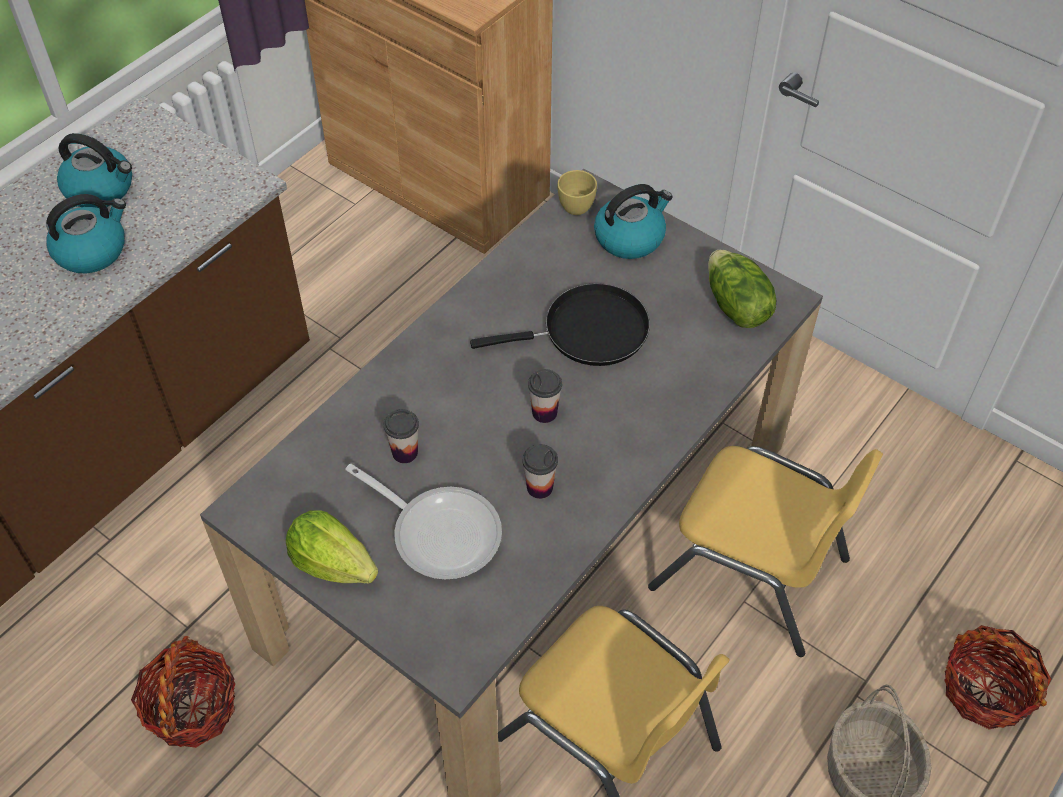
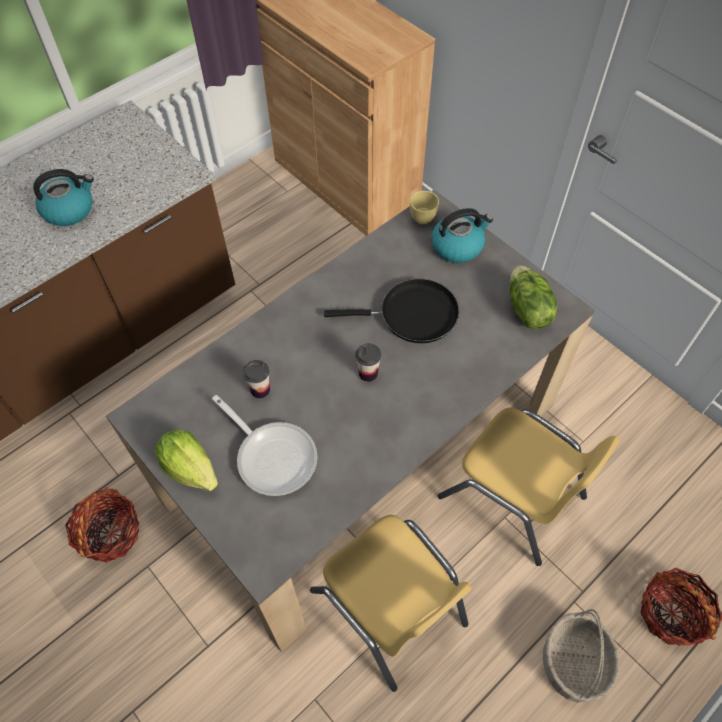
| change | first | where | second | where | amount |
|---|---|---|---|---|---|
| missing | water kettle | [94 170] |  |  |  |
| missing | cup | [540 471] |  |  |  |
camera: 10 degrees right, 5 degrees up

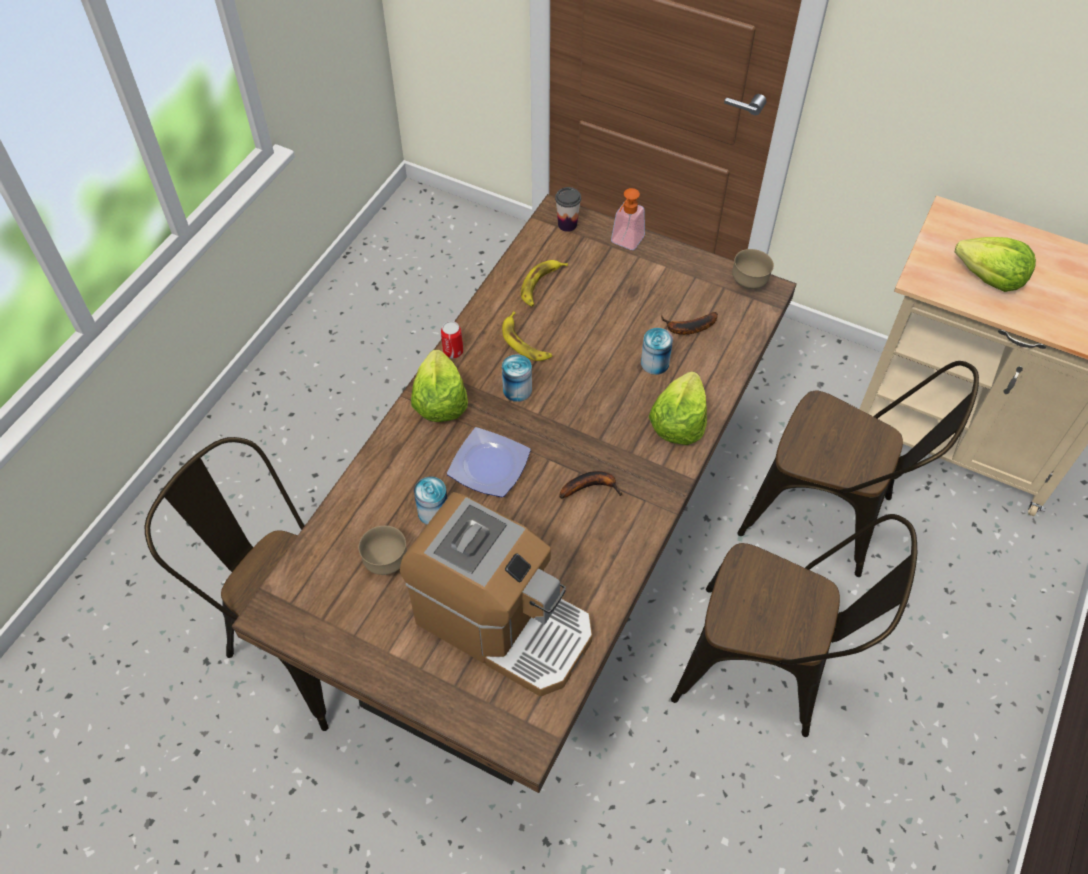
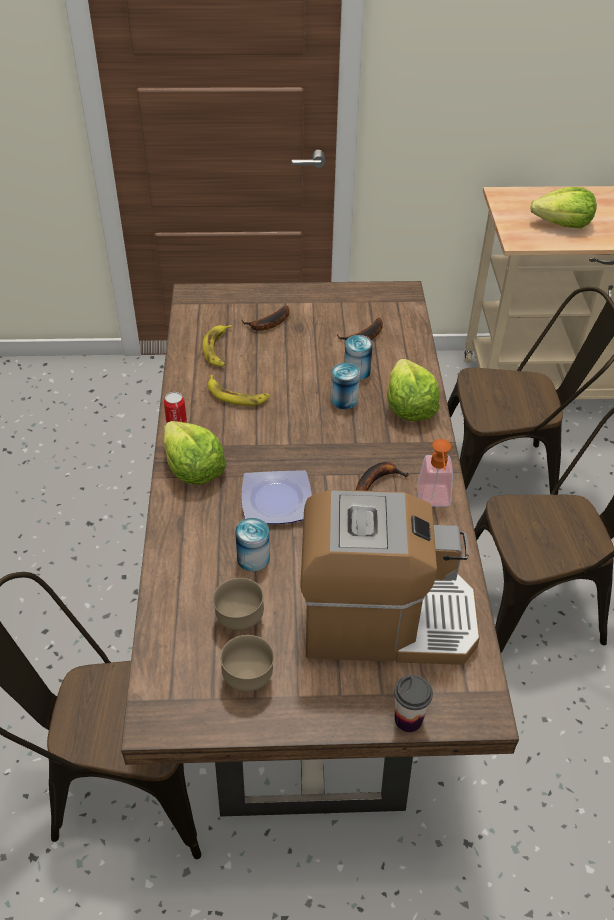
| change | first | where | second | where | amount |
|---|---|---|---|---|---|
| relocated | deep dish (brownish) | [753 269] |  | [247 663] |  |
| appeared |  |  | banana | [266 318] |  |
| relocated | metal can | [517 378] |  | [345 386] |  |
| relocated | cup | [568 209] |  | [413 703] |  |
| relocated | liquid soap bottle | [628 219] |  | [435 472] |  |
camera: 30 degrees left, 10 degrees down

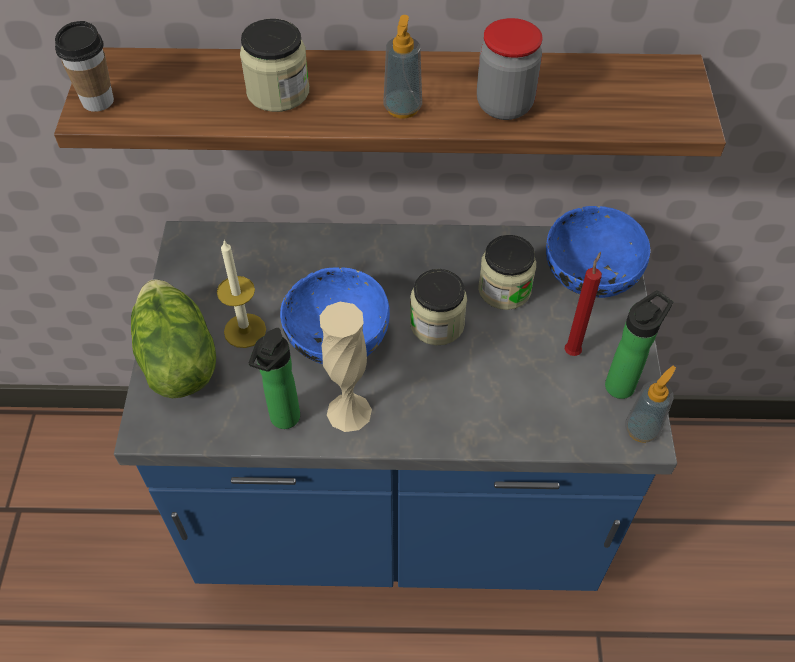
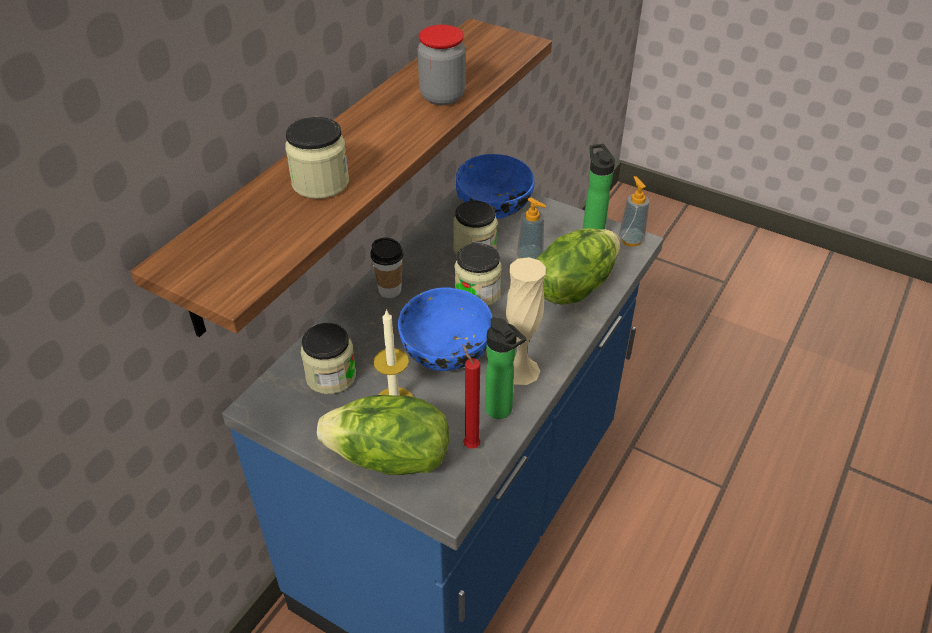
| change | first | where | second | where | amount |
|---|---|---|---|---|---|
| appeared |  |  | preserve jar | [328 358] |  |
| relocated | cup | [84 66] |  | [387 267] |  |
| relocated | wax light (red-coloured) | [583 304] |  | [471 396] |  |
| relocated | liquid soap bottle | [403 66] |  | [531 228] |  |
| appeared |  |  | lettuce head | [578 266] |  |
camera: 60 degrees left, 10 degrees down

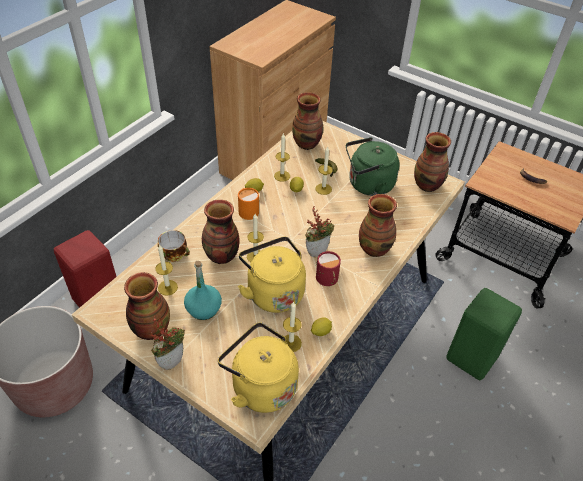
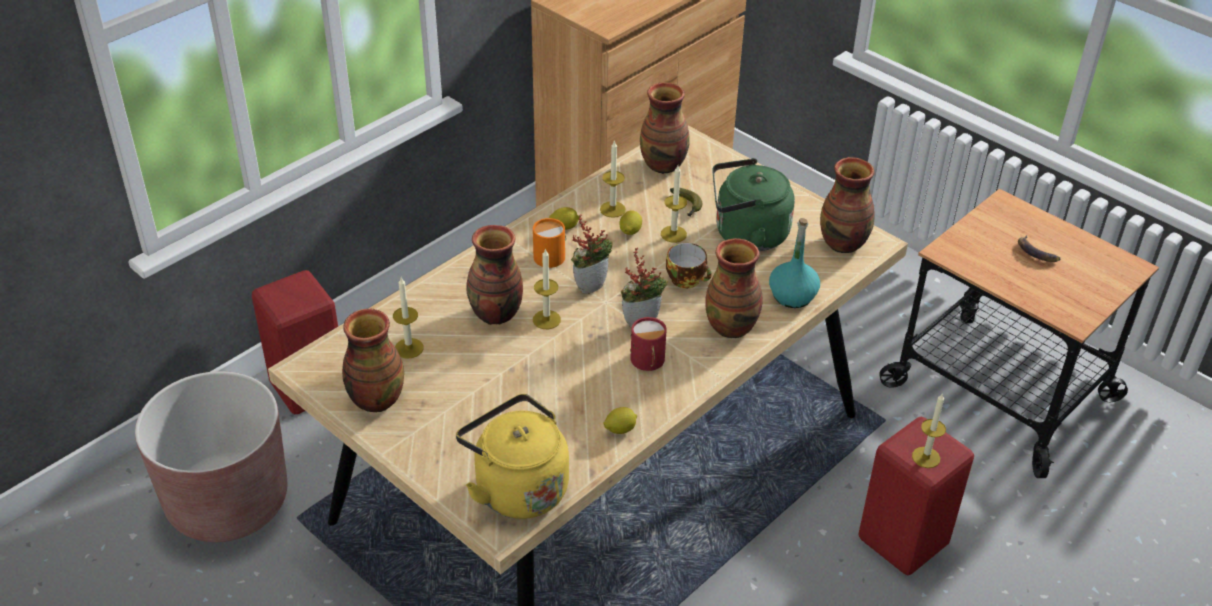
| change | first | where | second | where | amount |
|---|---|---|---|---|---|
| relocated | plant in a pot | [167 343] |  | [592 254] |  |
| relocated | cup | [174 246] |  | [689 266] |  |
| relocated | drink bottle (turquoise-coloured) | [203 290] |  | [794 263] |  |
| colour | sitting stool (greenish) | [484 334] | sitting stool (red-coloured) | [916 496] |  |
| relocated | wax light | [292 326] |  | [929 431] |  |
| missing | water kettle (yellow) | [272 275] |  |  |  |
camera: 10 degrees right, 5 degrees down

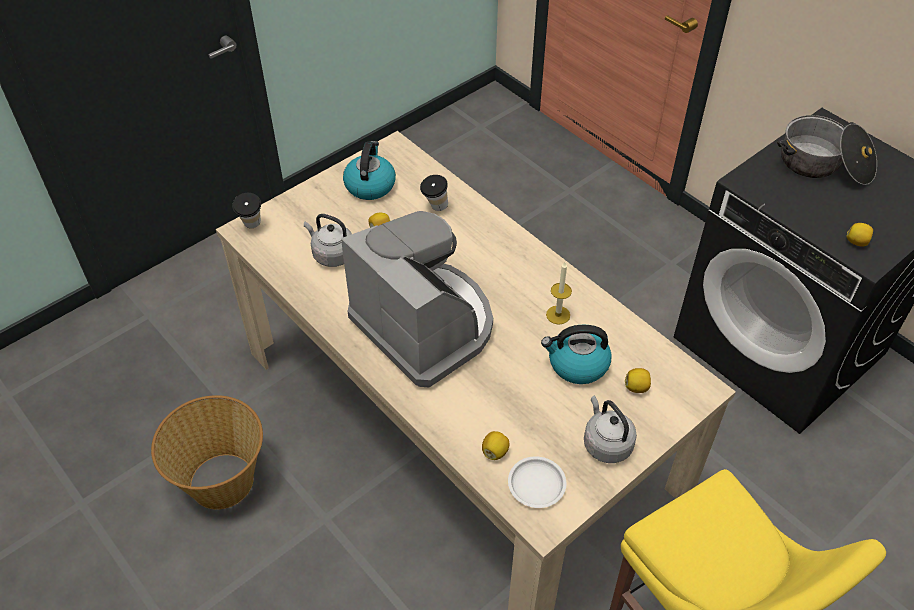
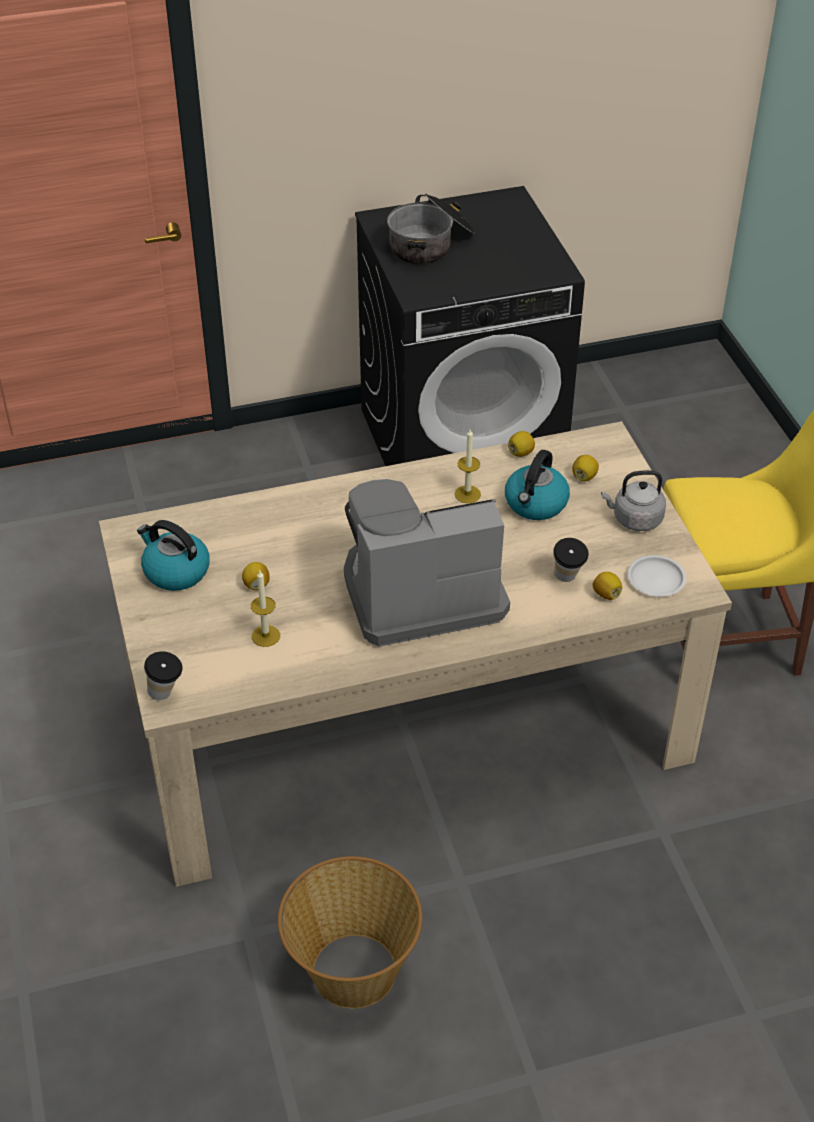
| change | first | where | second | where | amount |
|---|---|---|---|---|---|
| exchanged | water kettle (greyish) | [328 240] | wax light | [265 609] |  |
| relocated | citrus fruit | [860 235] |  | [521 444] |  |
| relocated | cup | [434 193] |  | [571 560] |  |
camera: 65 degrees left, 5 degrees down

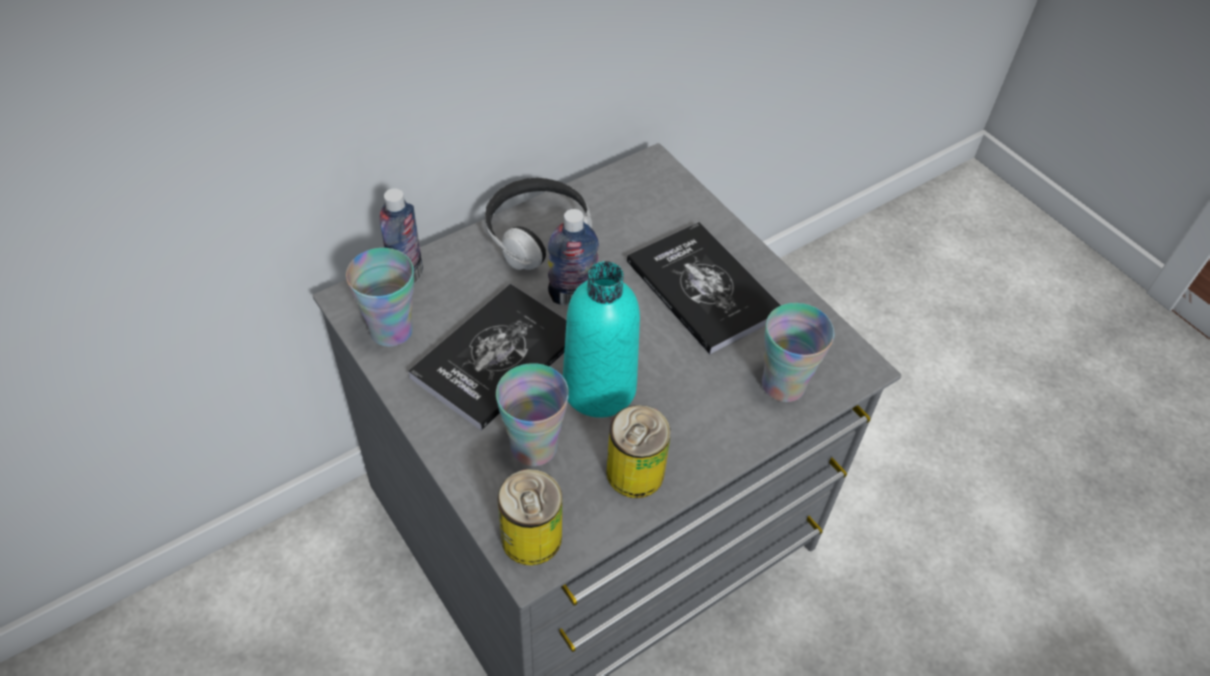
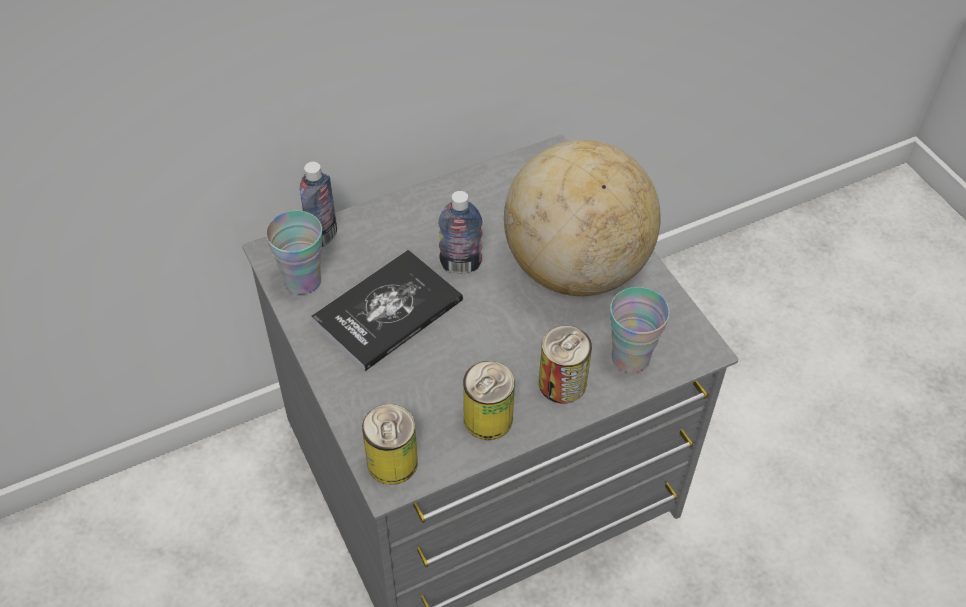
| change | first | where | second | where | amount |
|---|---|---|---|---|---|
| exchanged | bound book | [704 288] | globe | [582 218] |  |
| appeared |  |  | metal can | [565 364] |  |
| missing | headset | [538 224] |  |  |  |
| missing | cup | [532 414] |  |  |  |
| missing | drink bottle (turquoise-coloured) | [601 339] |  |  |  |
camera: 10 degrees right, 0 degrees up

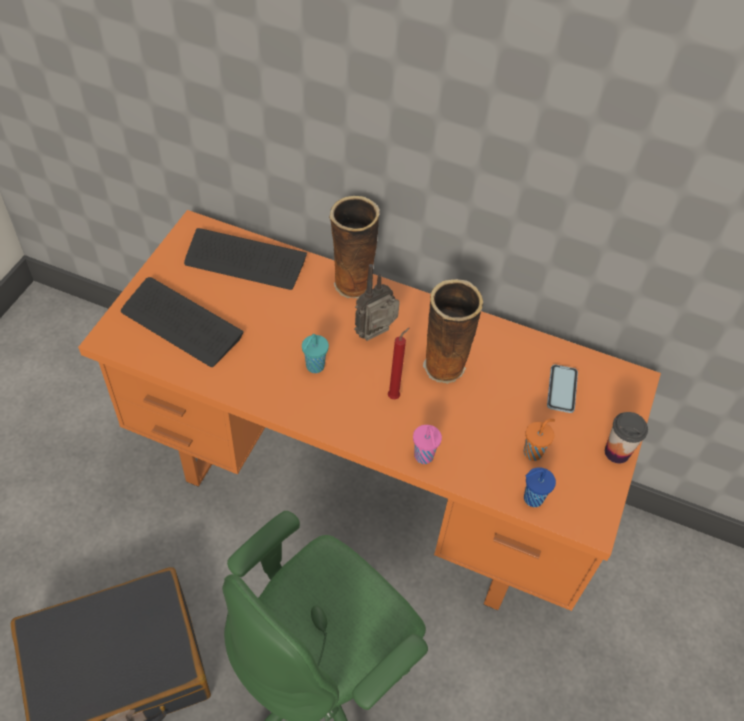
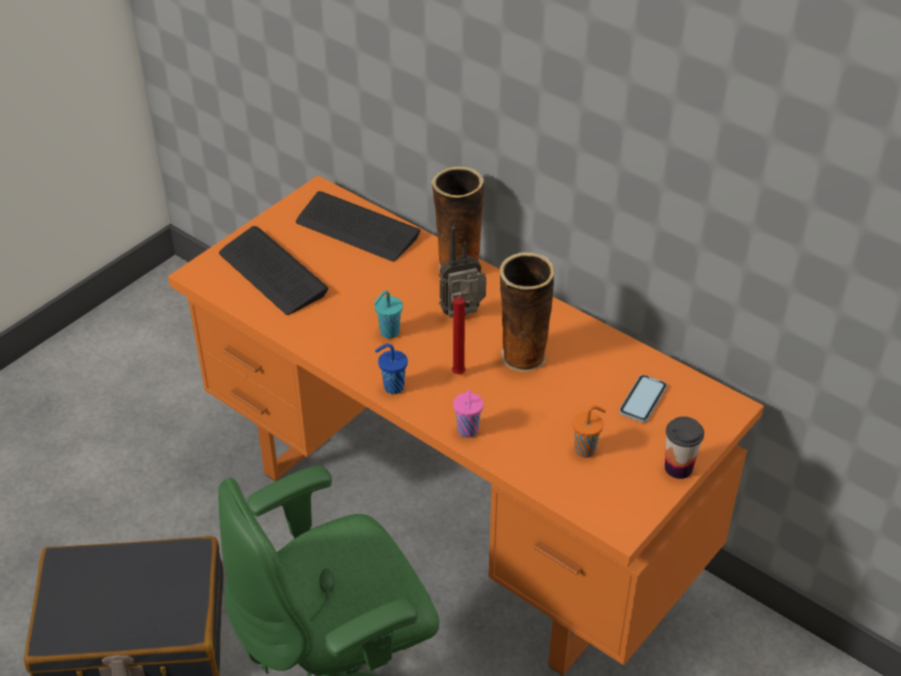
| change | first | where | second | where | amount |
|---|---|---|---|---|---|
| relocated | cup (blue-coloured) | [540 487] |  | [391 369] |  |
camera: 20 degrees right, 10 degrees down

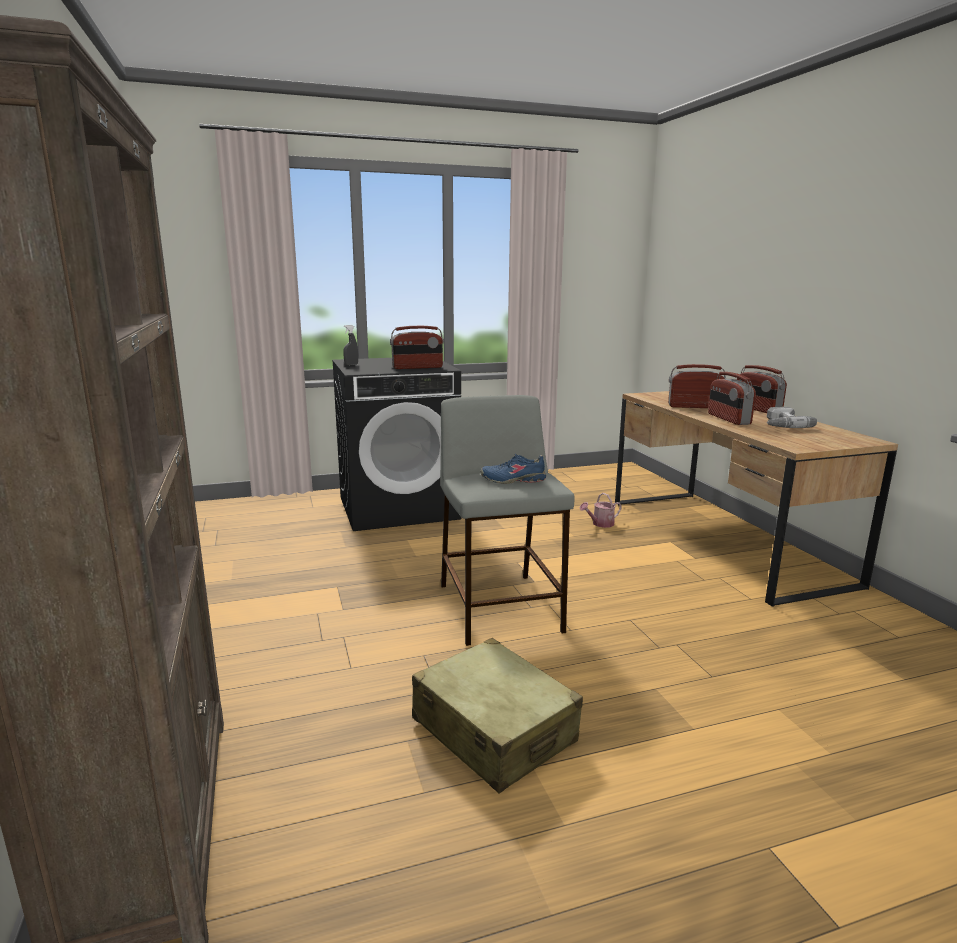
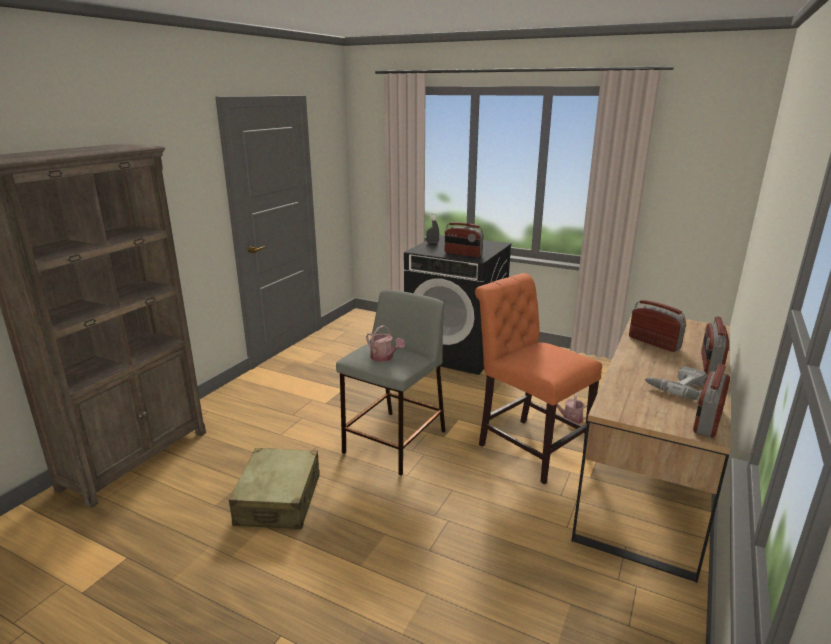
| change | first | where | second | where | amount |
|---|---|---|---|---|---|
| exchanged | low shoe (blue-coloured) | [513 469] | watering pot | [385 343] |  |
| appeared |  |  | upright chair (orangey) | [538 378] |  |
| relocated | radio set | [732 398] |  | [711 401] |  |
camera: 45 degrees right, 5 degrees up

